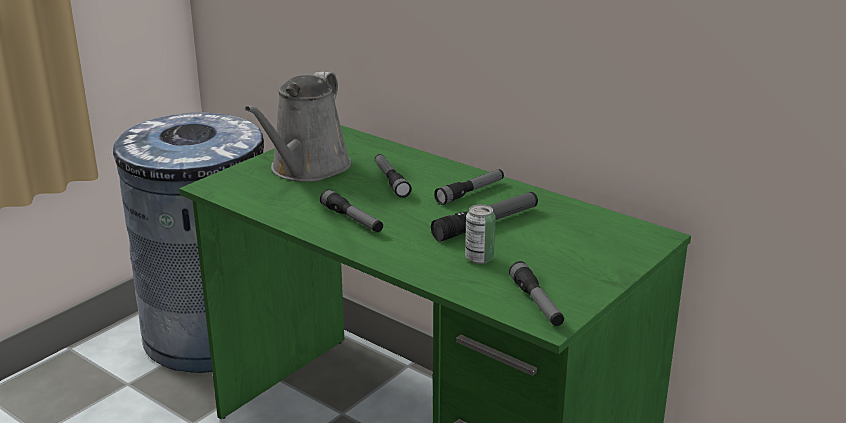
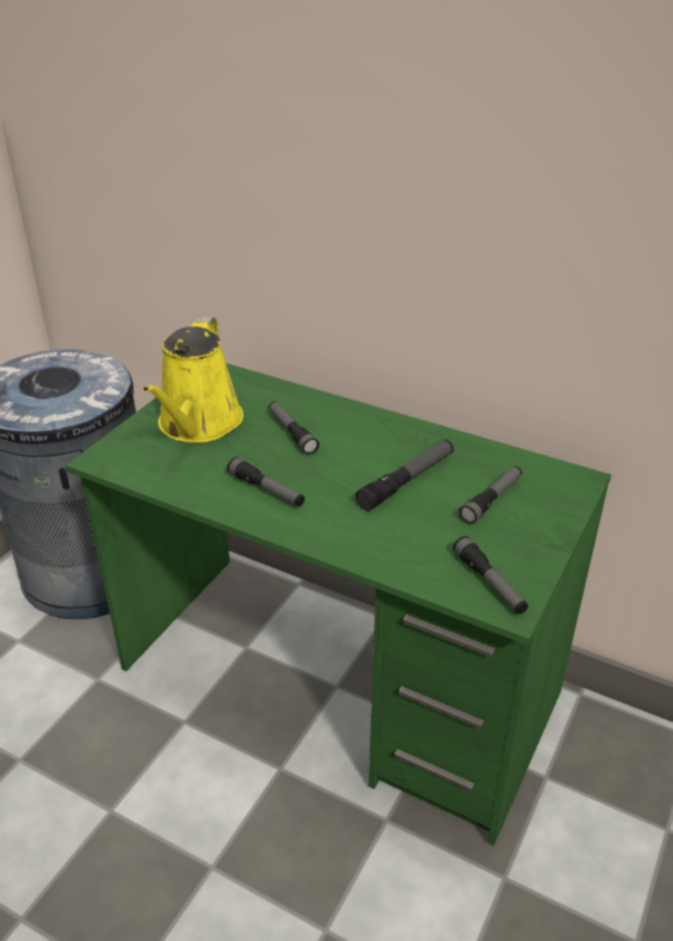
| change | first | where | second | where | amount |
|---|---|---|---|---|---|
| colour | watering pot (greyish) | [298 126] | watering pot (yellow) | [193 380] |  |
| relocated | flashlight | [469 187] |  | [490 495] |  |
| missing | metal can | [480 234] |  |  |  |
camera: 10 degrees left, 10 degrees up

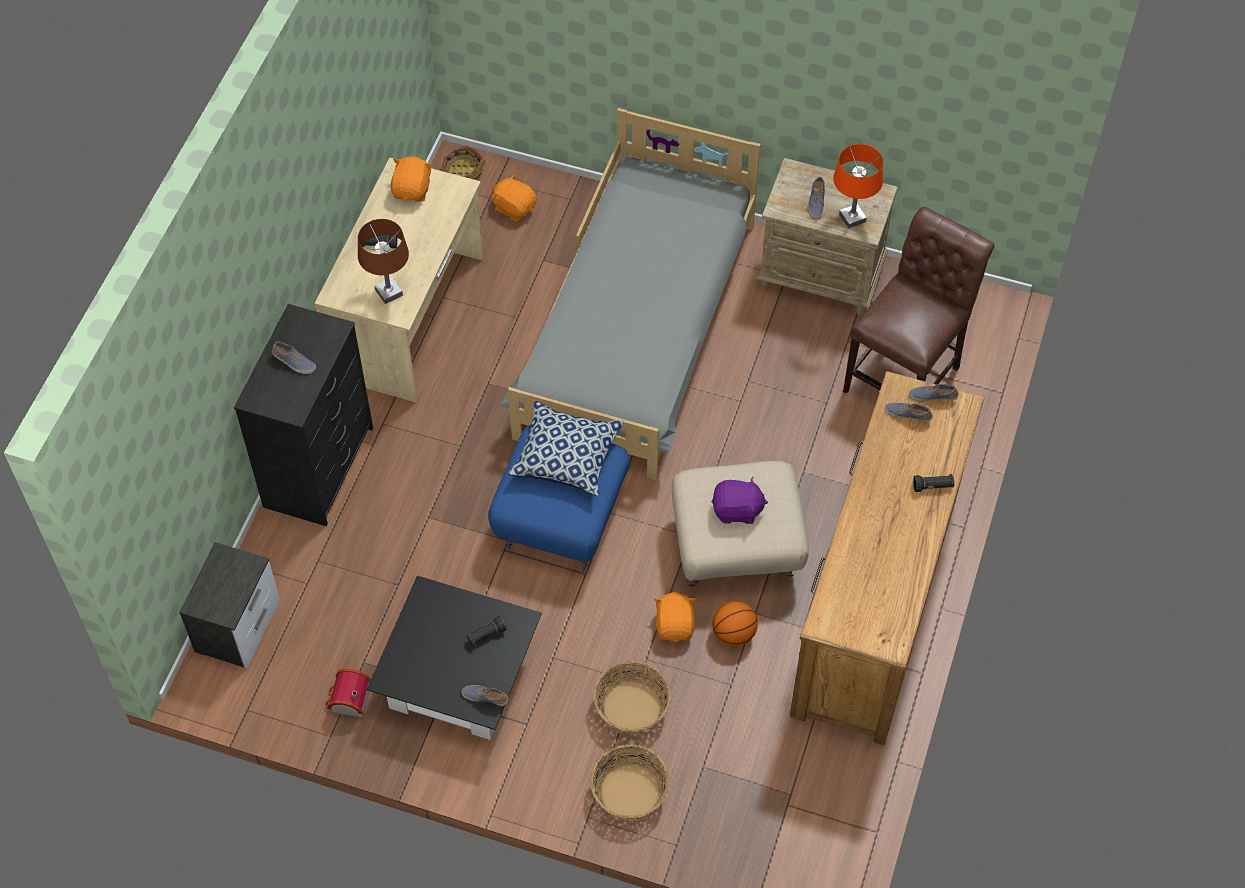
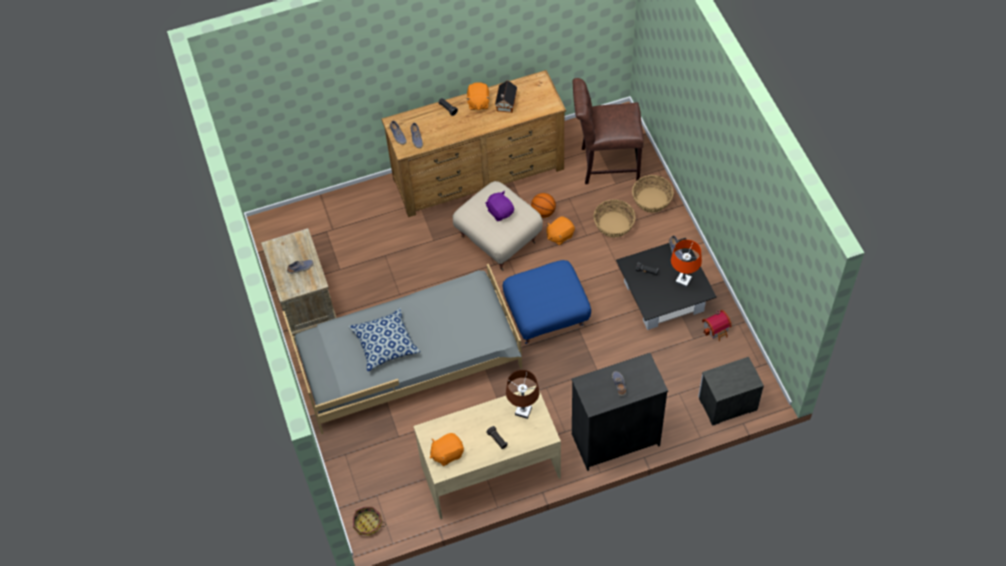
| change | first | where | second | where | amount |
|---|---|---|---|---|---|
| relocated | pillow | [566 448] |  | [384 340] |  |
| relocated | cuddly toy (orangey) | [514 198] |  | [478 96] |  |
| appeared |  |  | model house | [506 97] |  |
| relocated | upright chair (brownish) | [919 300] |  | [608 131] |  |
| relocated | table lamp (orangey) | [858 186] |  | [686 264] |  |
camera: 125 degrees left, 0 degrees up

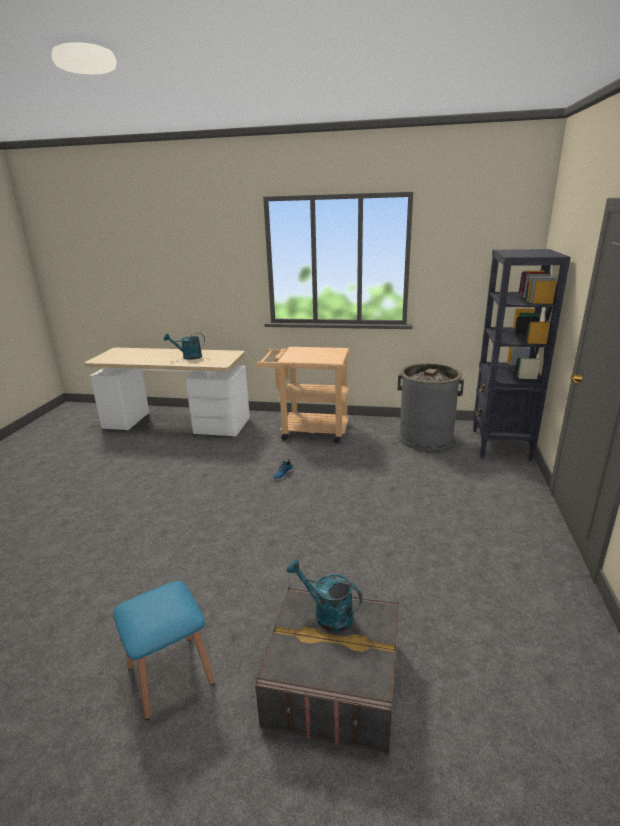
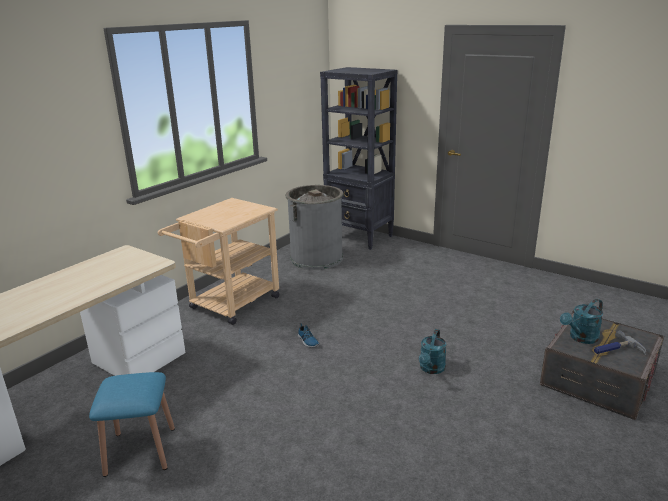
| change | first | where | second | where | amount |
|---|---|---|---|---|---|
| relocated | sitting stool (blue-coloured) | [164 650] |  | [132 424] |  |
| relocated | watering pot (turquoise-coloured) | [184 346] |  | [432 351] |  |
| appeared |  |  | hammer | [620 343] |  |
camera: 65 degrees left, 0 degrees up

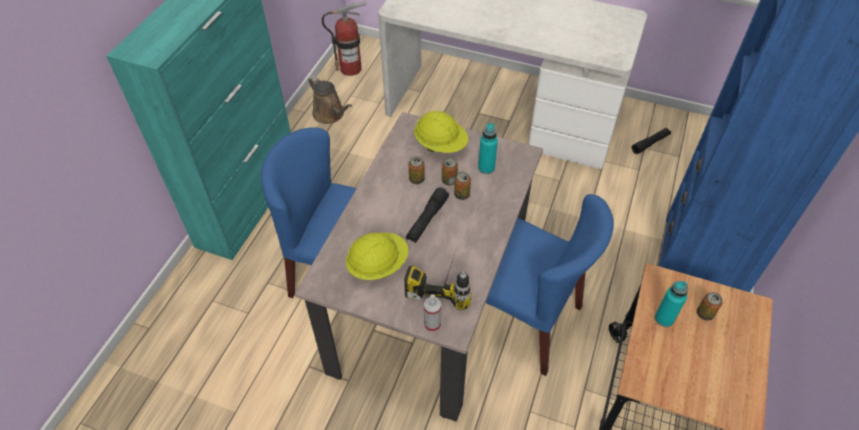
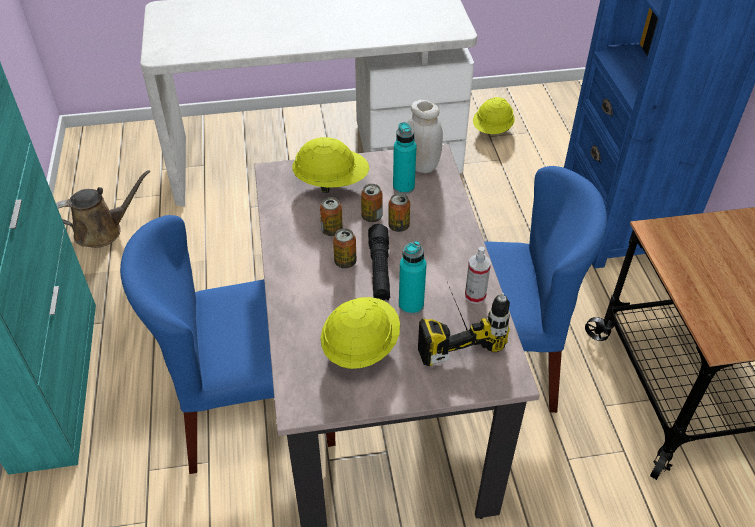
| change | first | where | second | where | amount |
|---|---|---|---|---|---|
| spun | watering pot (brownish) | [330 100] |  | [103 209] | 45 degrees counterclockwise |
| relocated | metal can | [709 306] |  | [344 248] |  |
| relocated | drink bottle (turquoise-coloured) | [671 304] |  | [413 278] |  |
| appeared |  |  | preserve jar (whitish) | [425 136] |  |
| relocated | spray bottle | [432 313] |  | [478 275] |  |
| exchanged | flashlight (black-coloured) | [651 141] | work helmet (yellow) | [494 115] |  |
| missing | fire extinguisher | [344 38] |  |  |  |
camera: 30 degrees left, 5 degrees down

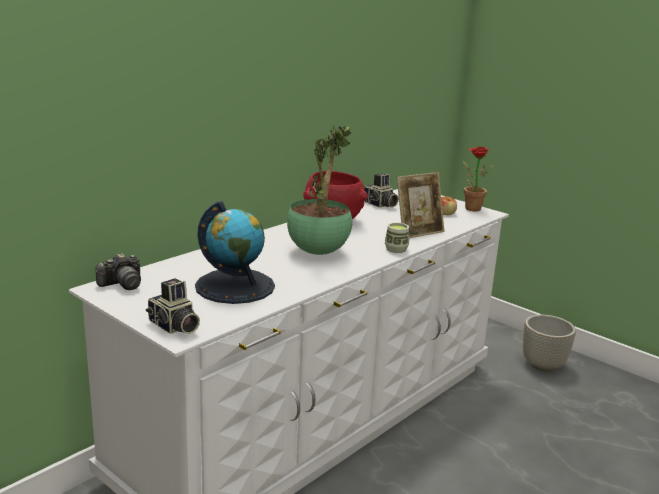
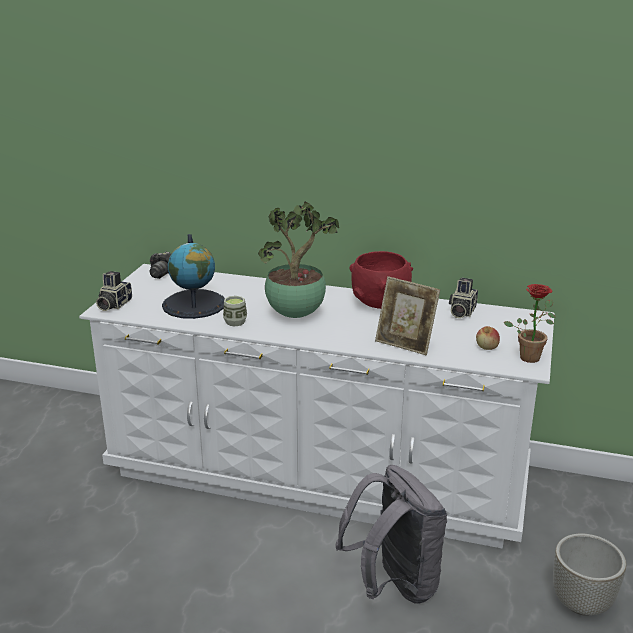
| change | first | where | second | where | amount |
|---|---|---|---|---|---|
| relocated | cup | [397 238] |  | [235 311] |  |
| appeared |  |  | rucksack (greyish) | [391 534] |  |
camera: 65 degrees right, 5 degrees up

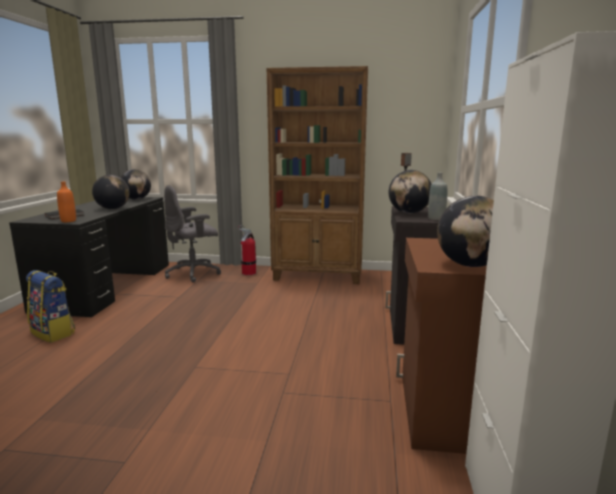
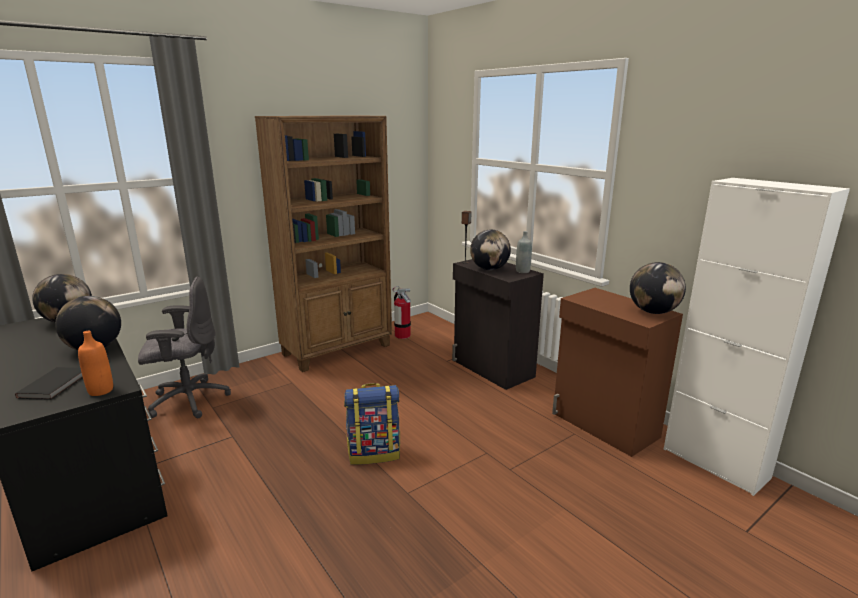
| change | first | where | second | where | amount |
|---|---|---|---|---|---|
| spun | office chair (greyish) | [192 234] |  | [184 347] | 120 degrees counterclockwise |
| relocated | rucksack | [50 306] |  | [372 424] |  |
| relocated | fire extinguisher | [247 250] |  | [401 312] |  |
camera: 45 degrees left, 5 degrees up

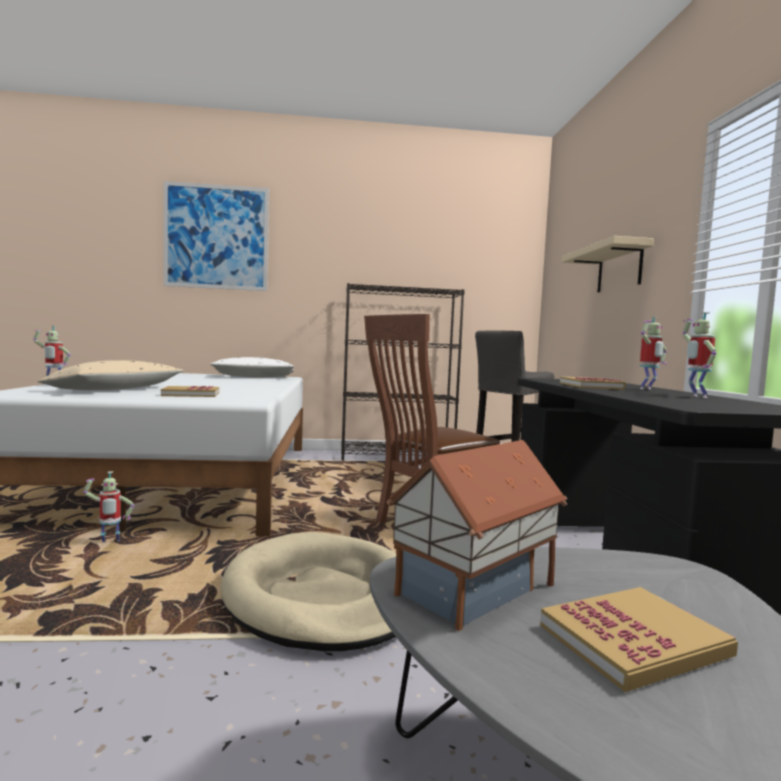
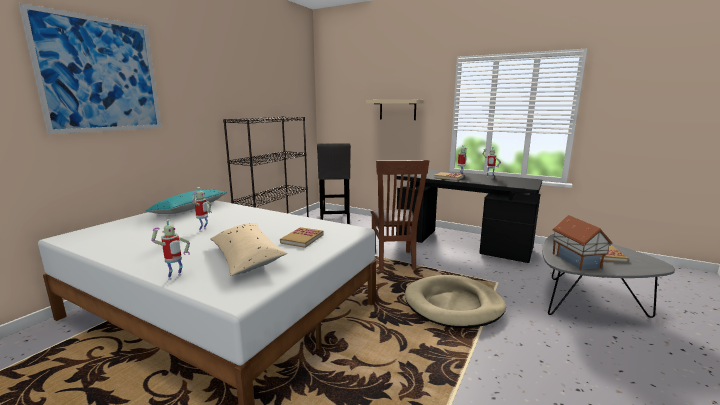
| change | first | where | second | where | amount |
|---|---|---|---|---|---|
| colour | pillow (whitish) | [252 367] | pillow (turquoise-coloured) | [186 201] |  |
| relocated | toy robot | [108 507] |  | [202 209] |  |
camera: 55 degrees left, 10 degrees up

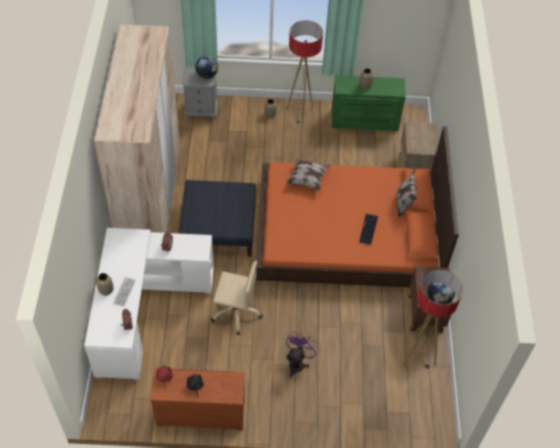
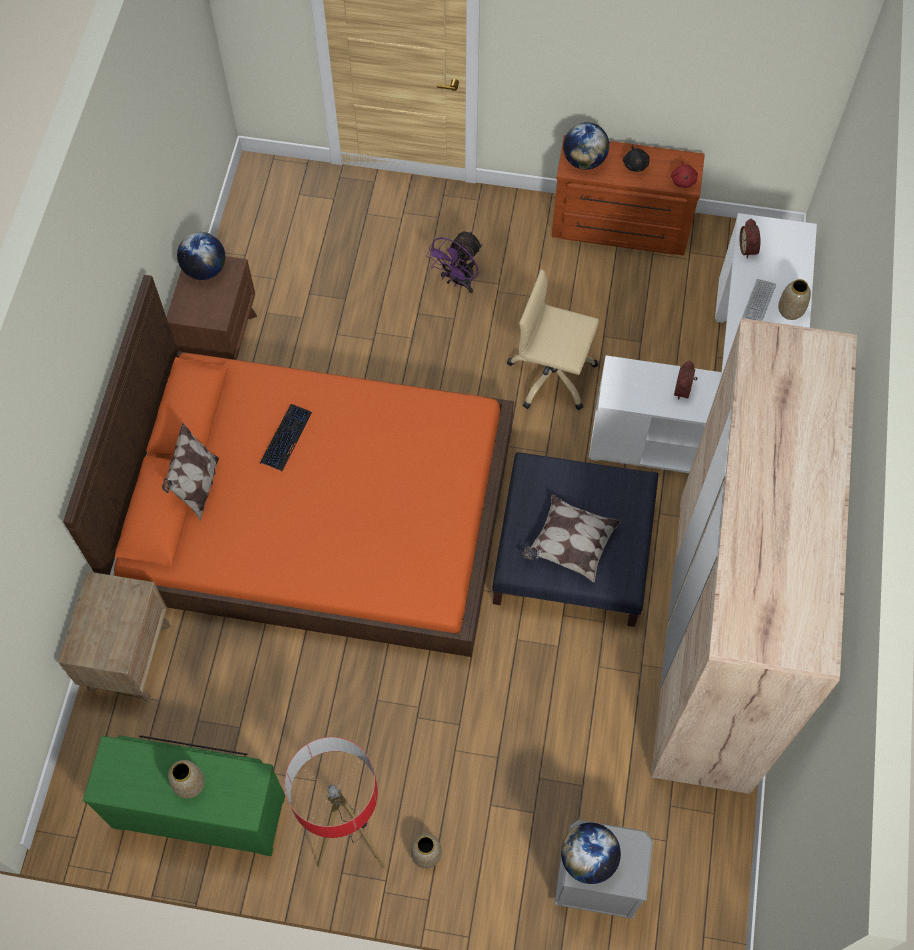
| change | first | where | second | where | amount |
|---|---|---|---|---|---|
| relocated | pillow | [308 174] |  | [571 538] |  |
| appeared |  |  | globe | [586 146] |  |
| missing | standing lamp | [433 319] |  |  |  |
camera: 170 degrees left, 10 degrees up

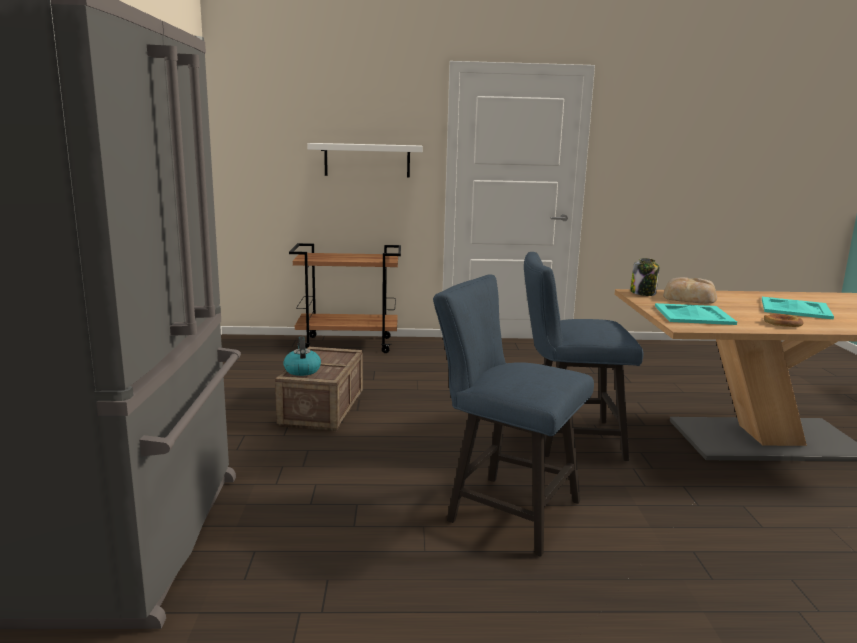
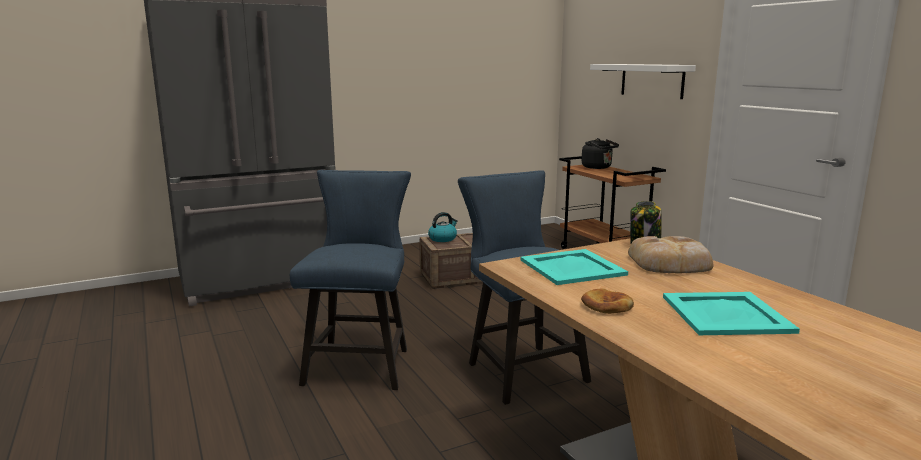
| change | first | where | second | where | amount |
|---|---|---|---|---|---|
| appeared |  |  | water kettle (black-coloured) | [600 153] |  |
camera: 65 degrees right, 0 degrees up

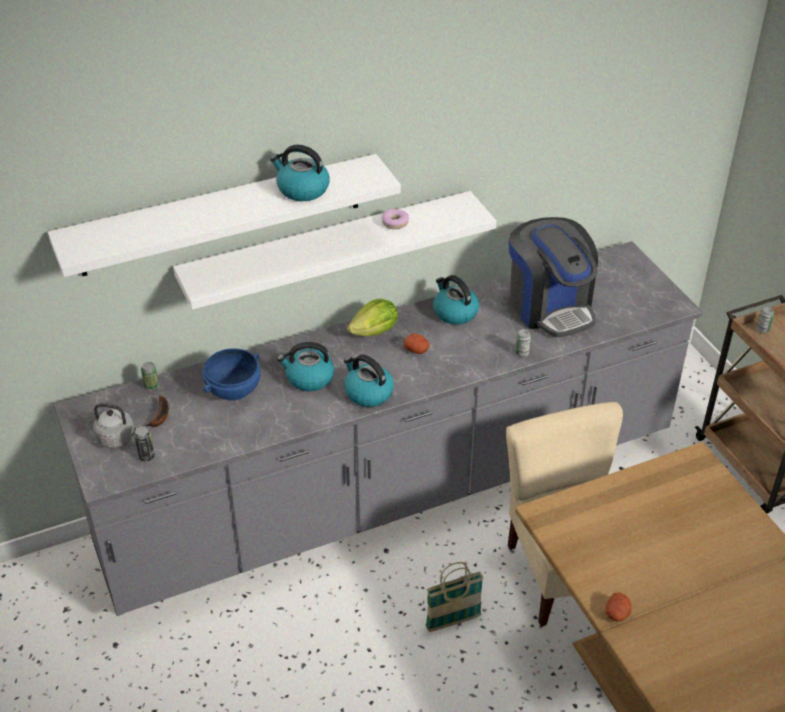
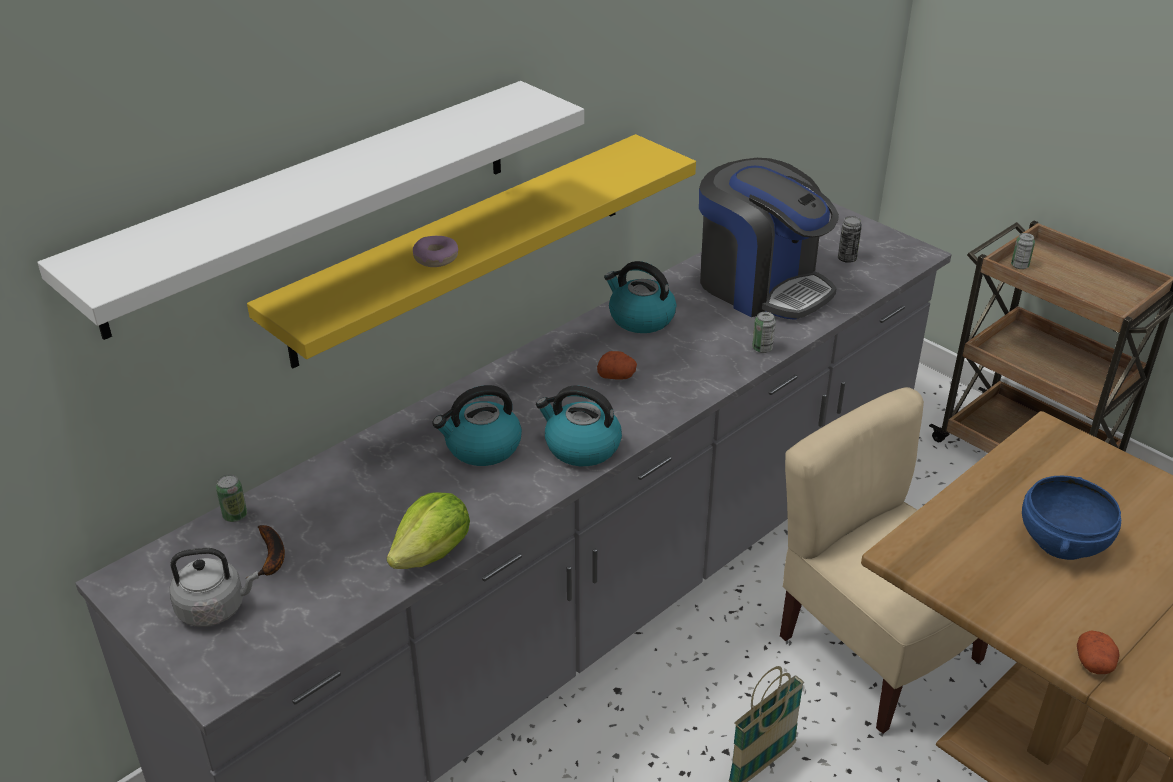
| change | first | where | second | where | amount |
|---|---|---|---|---|---|
| colour | shelf (whitish) | [334 250] | shelf (yellow) | [471 251] |  |
| relocated | lettuce head | [372 317] |  | [428 530] |  |
| relocated | donut | [395 219] |  | [435 251] |  |
| relocated | metal can | [144 443] |  | [850 239] |  |
| relocated | deep dish (blue-coloured) | [231 374] |  | [1071 518] |  |
| missing | water kettle | [300 173] |  |  |  |
camera: 20 degrees left, 5 degrees down

